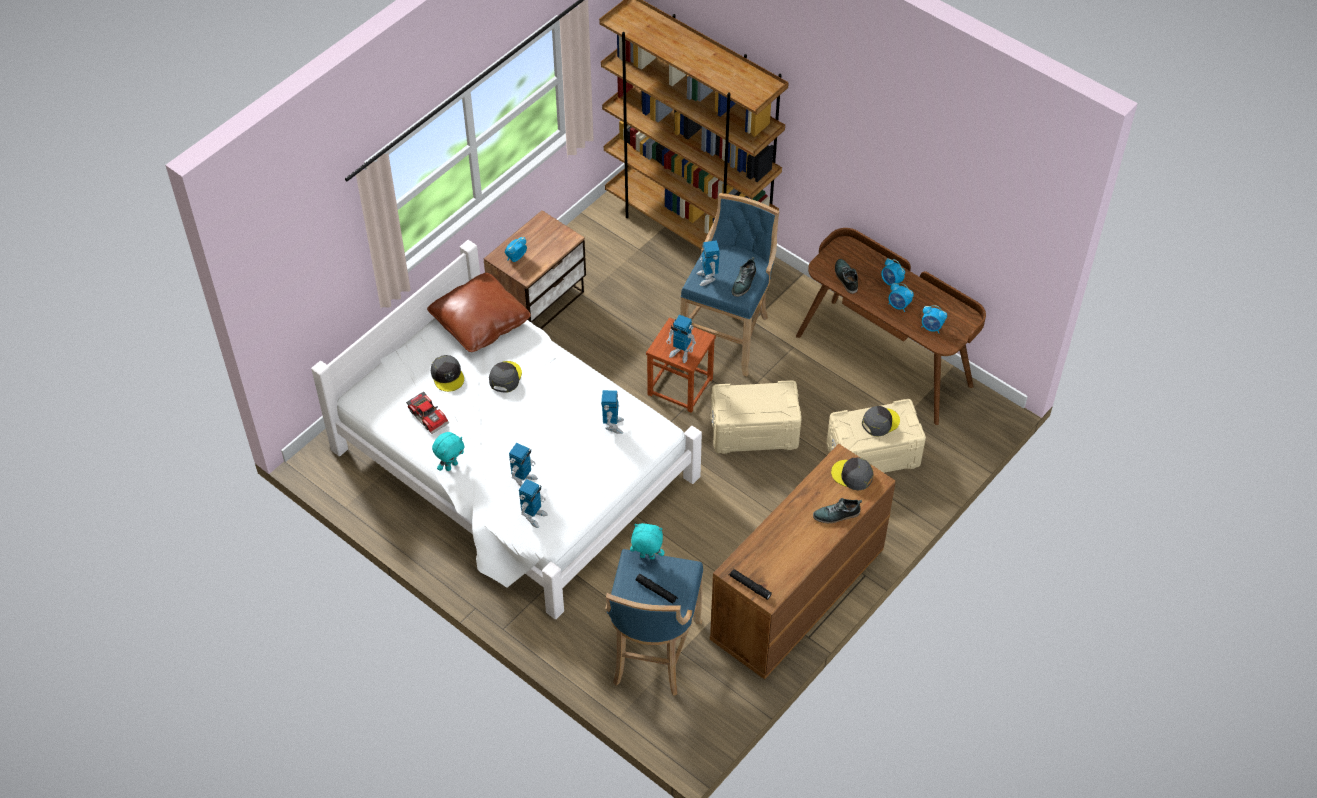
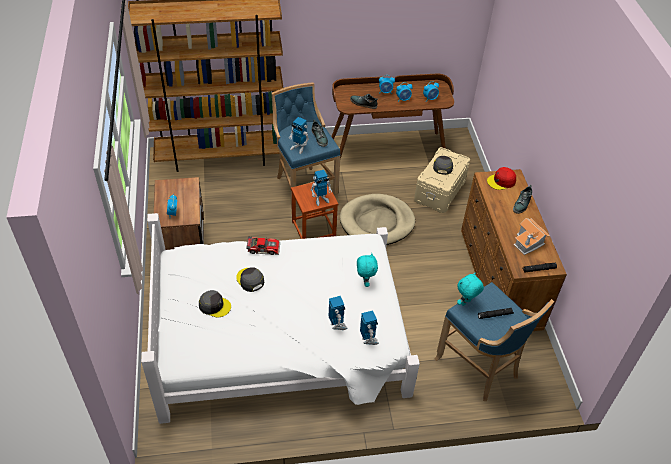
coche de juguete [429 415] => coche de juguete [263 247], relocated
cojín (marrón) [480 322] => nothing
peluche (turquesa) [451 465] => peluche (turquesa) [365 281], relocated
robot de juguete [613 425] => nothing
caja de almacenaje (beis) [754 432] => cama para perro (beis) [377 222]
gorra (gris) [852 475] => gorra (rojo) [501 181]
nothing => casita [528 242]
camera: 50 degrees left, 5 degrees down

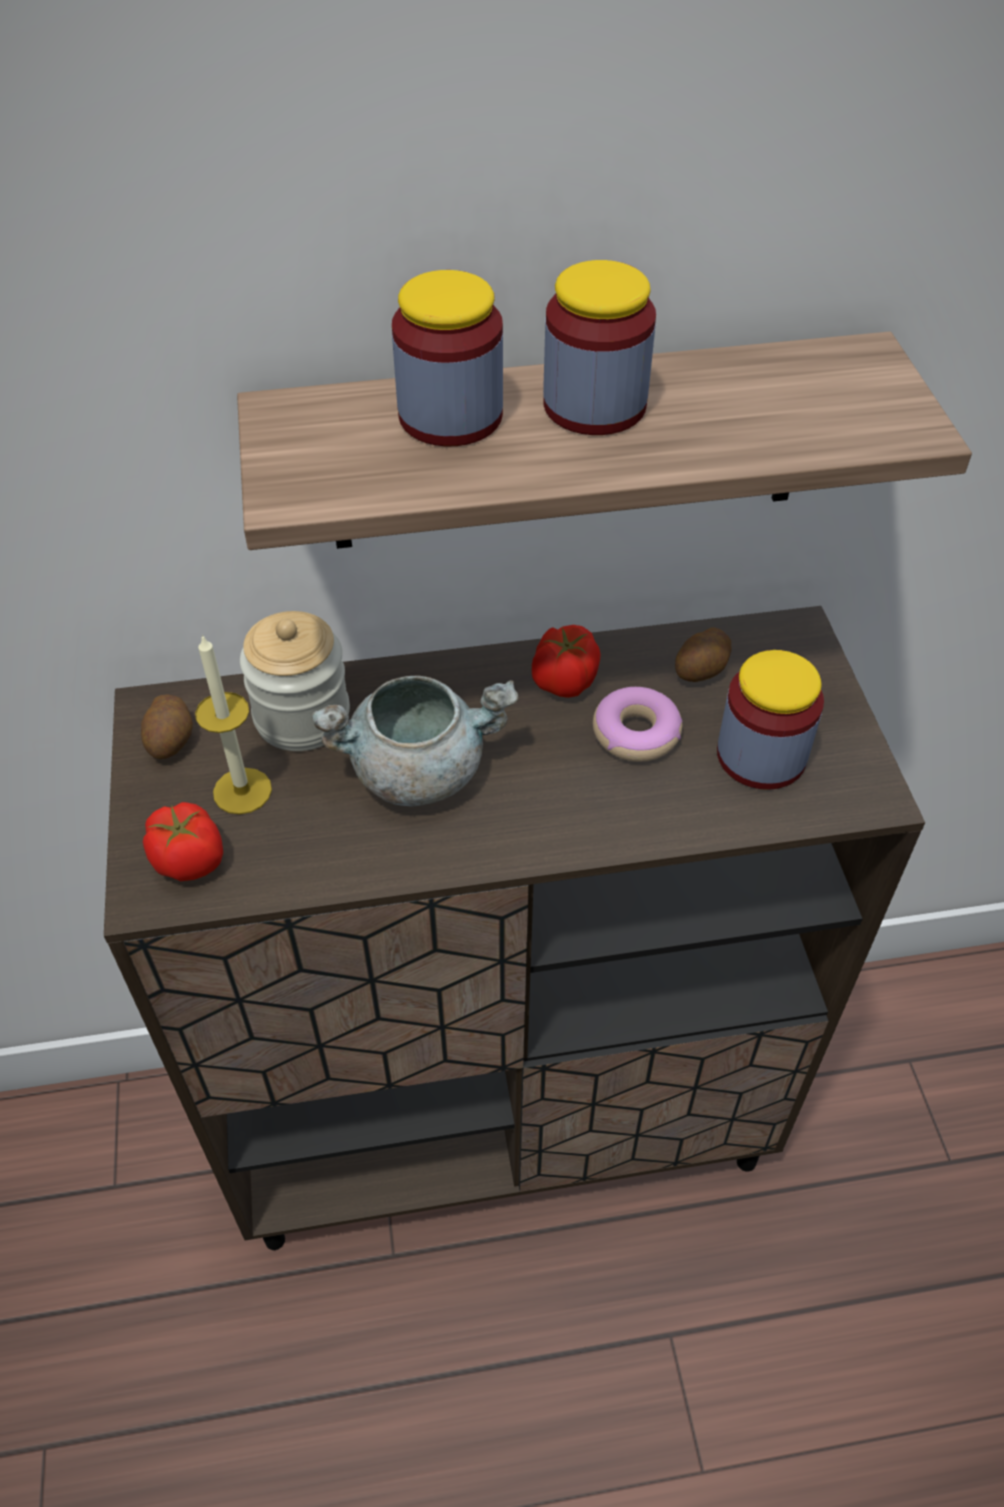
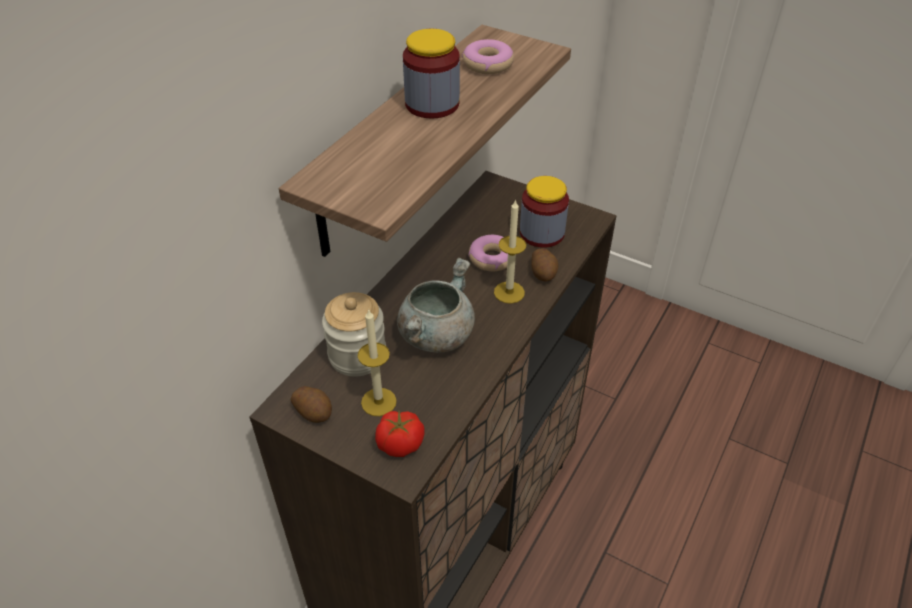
tarro [450 416] => nothing
tomate [563 681] => nothing
patata [702 670] => patata [544 273], relocated
nothing => rosquilla [488 64]
nothing => vela [509 292]
camera: 50 degrees left, 5 degrees down

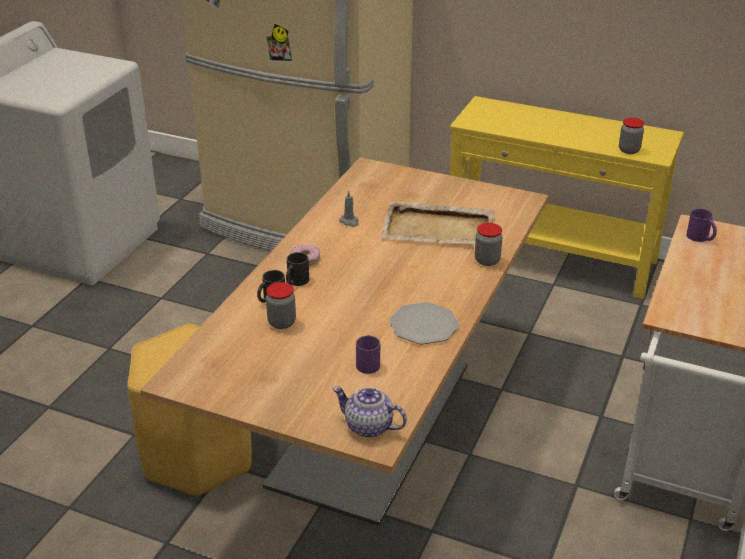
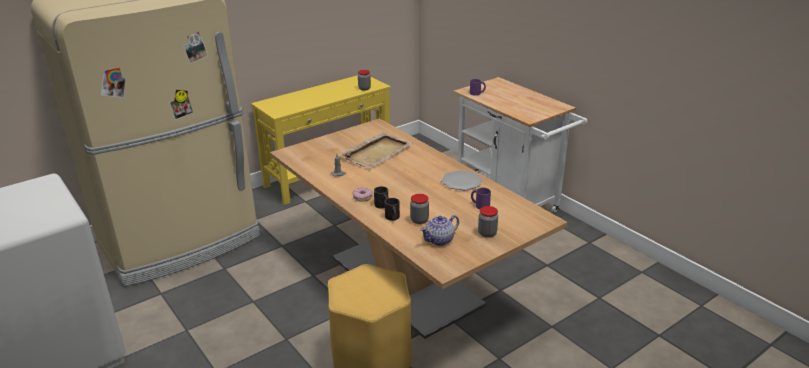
tetera [369 427] => tetera [440 240], relocated
tarro [487 260] => tarro [487 233], relocated
camera: 60 degrees left, 5 degrees down

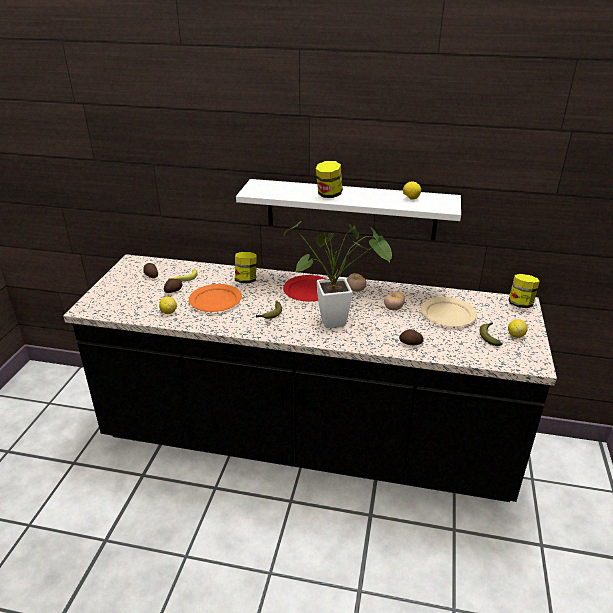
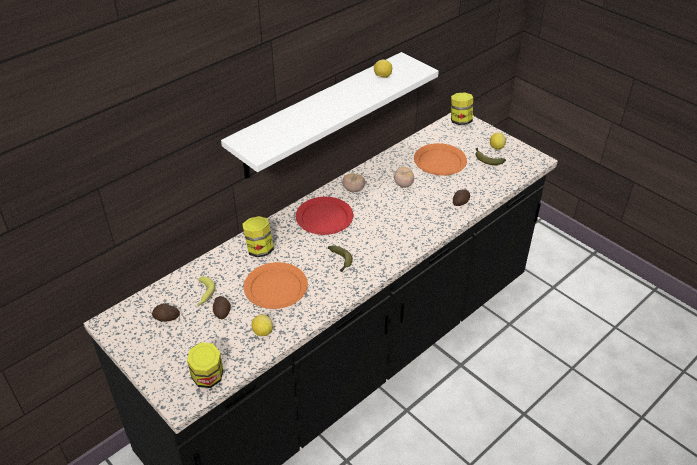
planta en maceta [339 321] => nothing
tarro [329 195] => tarro [208 378], relocated
plato (beis) [448 314] => plato (naranja) [440 162]
camera: 55 degrees left, 10 degrees up

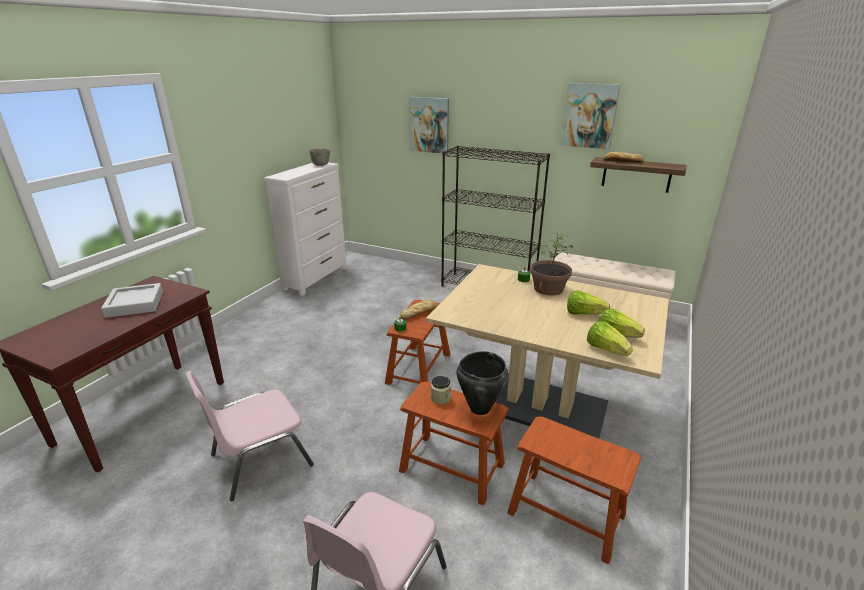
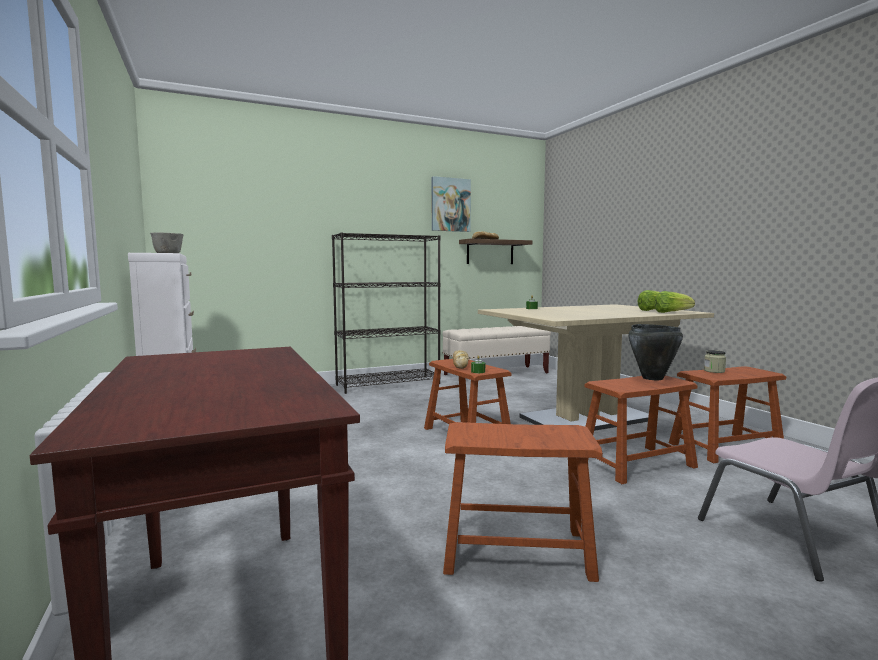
bandeja (gris) [135 304] => nothing
silla (rosa) [259 460] => taburete (marrón) [516 551]
cuadro [429 125] => nothing
tarro [440 398] => tarro [714 371], relocated
planta en maceta [548 289] => nothing
lechuga [583 314] => nothing
camera: 50 degrees left, 20 degrees down

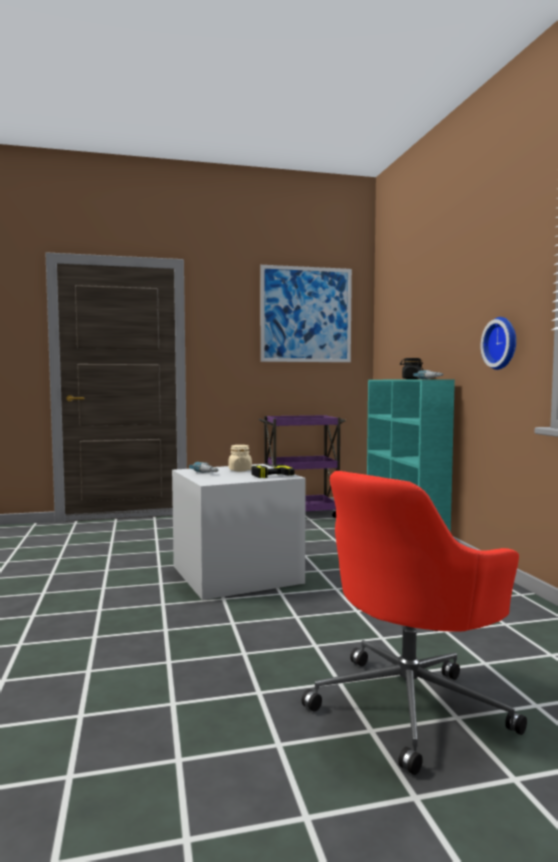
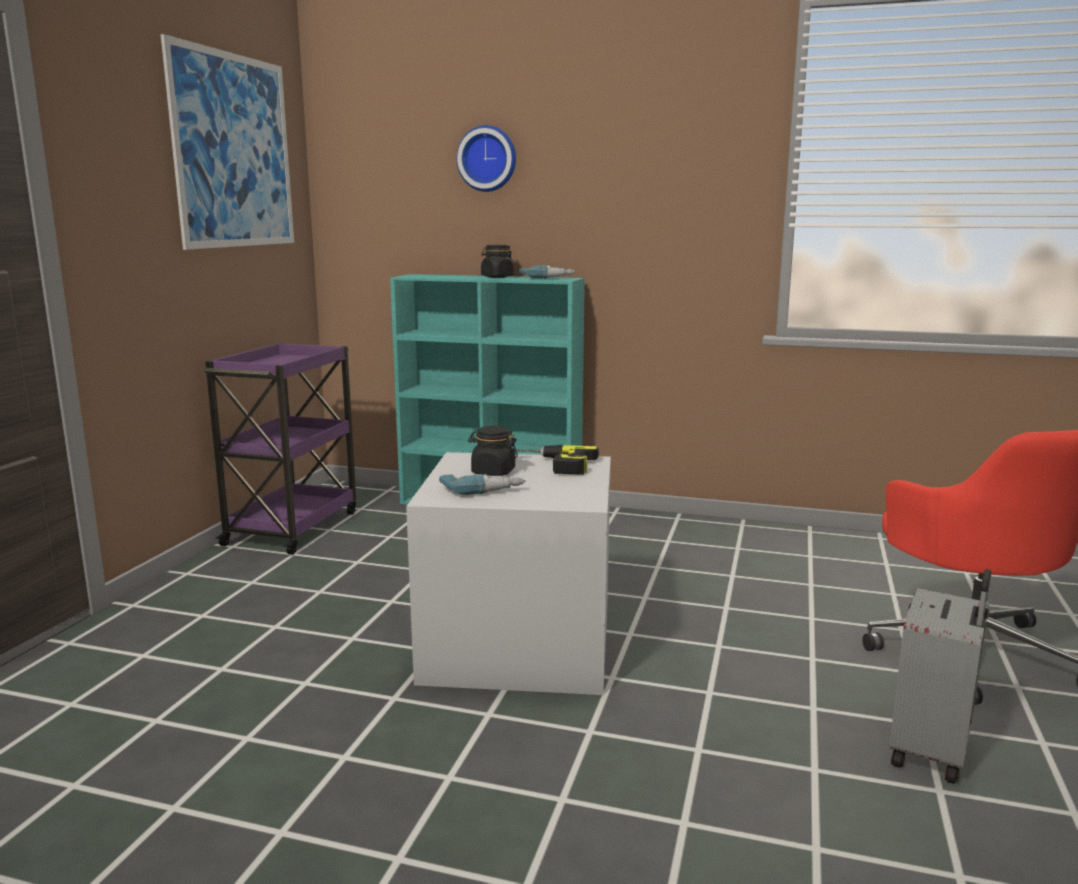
tarro (beis) [240 470] => tarro (negro) [493 472]
reloj de pared [502 343] => reloj de pared [488 159], relocated
nothing => maleta (gris) [932 753]
camera: 60 degrees left, 10 degrees up

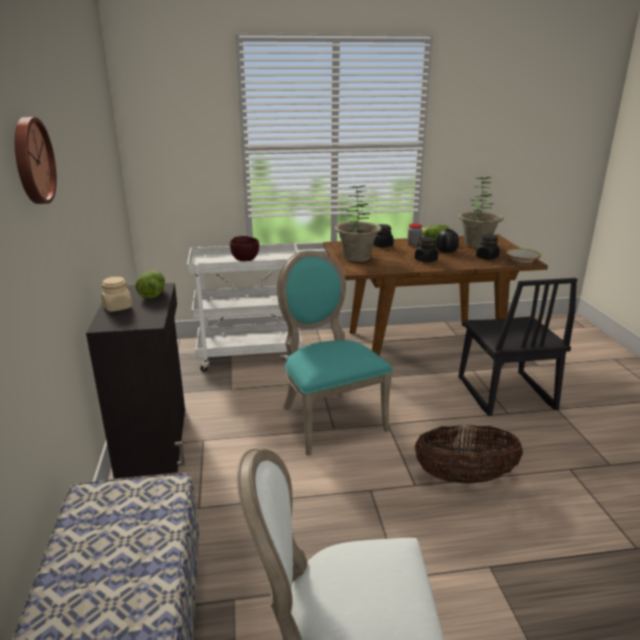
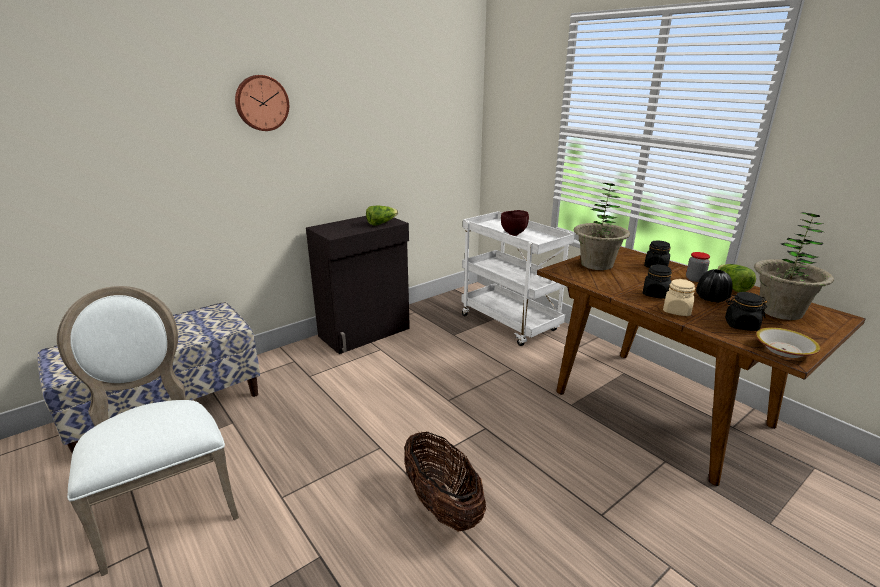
tarro (beis) [118 307] => tarro (beis) [677 311], relocated
silla (turquesa) [328 418] => nothing
silla (negro) [504 394] => nothing
camera: 60 degrees right, 0 degrees up

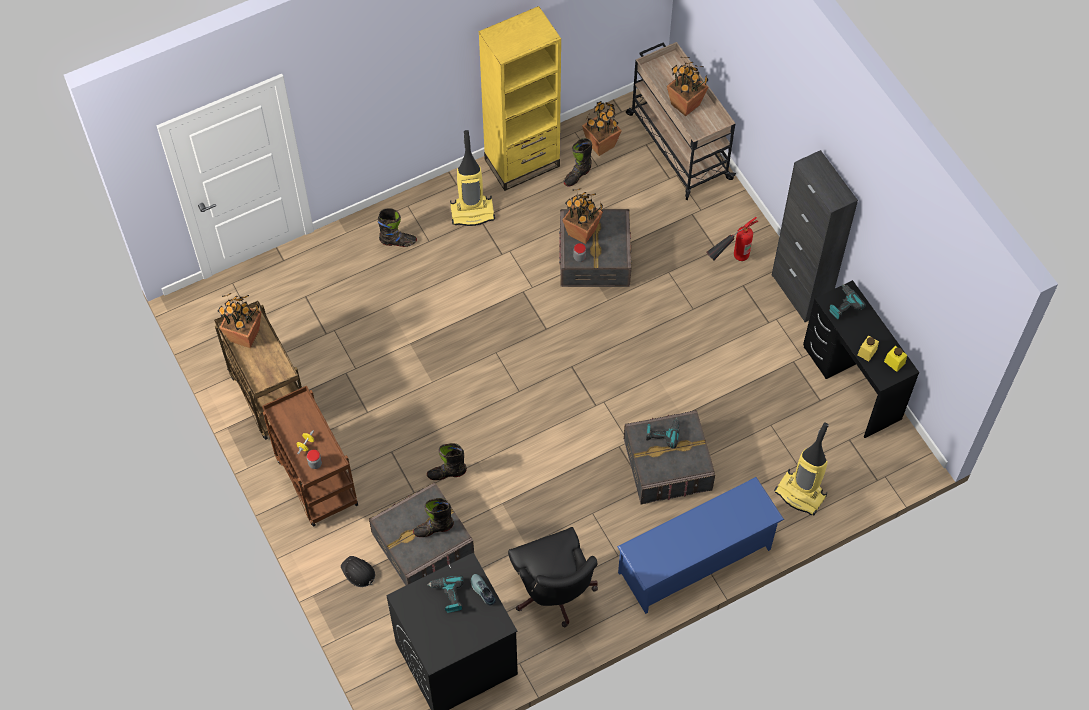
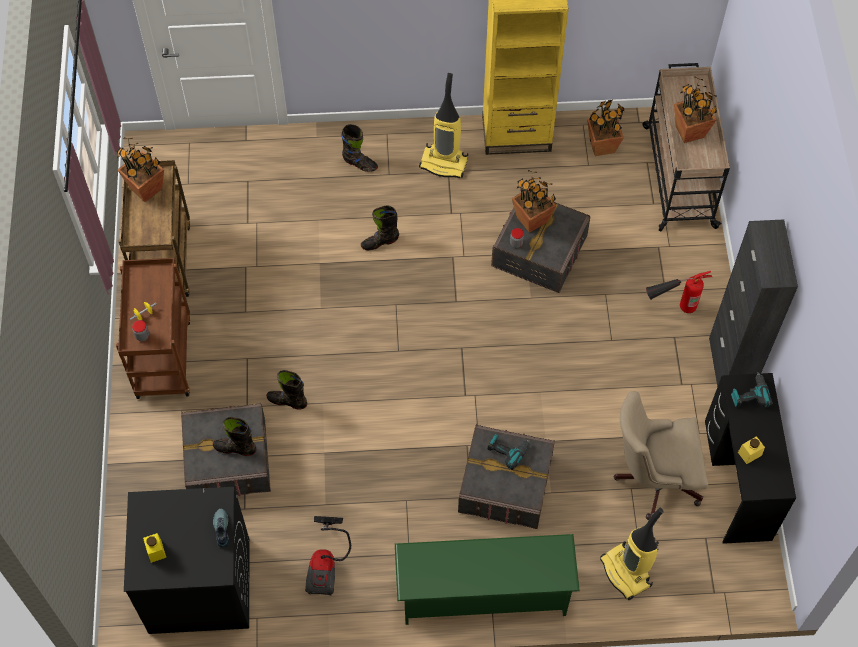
casco (negro) [358 572] => nothing
taladro [448 596] => nothing
silla de oficina (negro) [554 594] => aspiradora [327 564]
bota (negro) [577 175] => bota (negro) [380 242], relocated
zapatero (azul) [695 561] => zapatero (verde) [483 593]
tarro (amarillo) [894 362] => tarro (amarillo) [156 551], relocated
nothing => silla de oficina (beis) [653 478]
camera: 25 degrees right, 0 degrees up

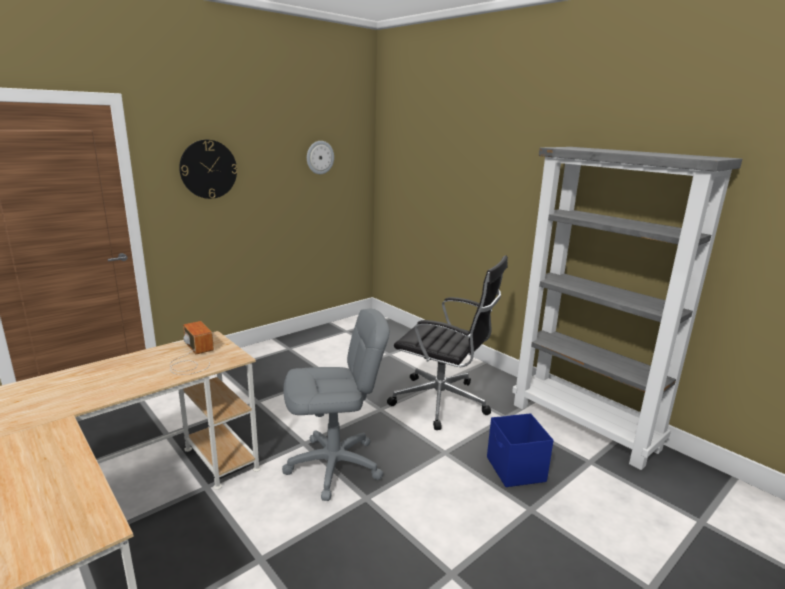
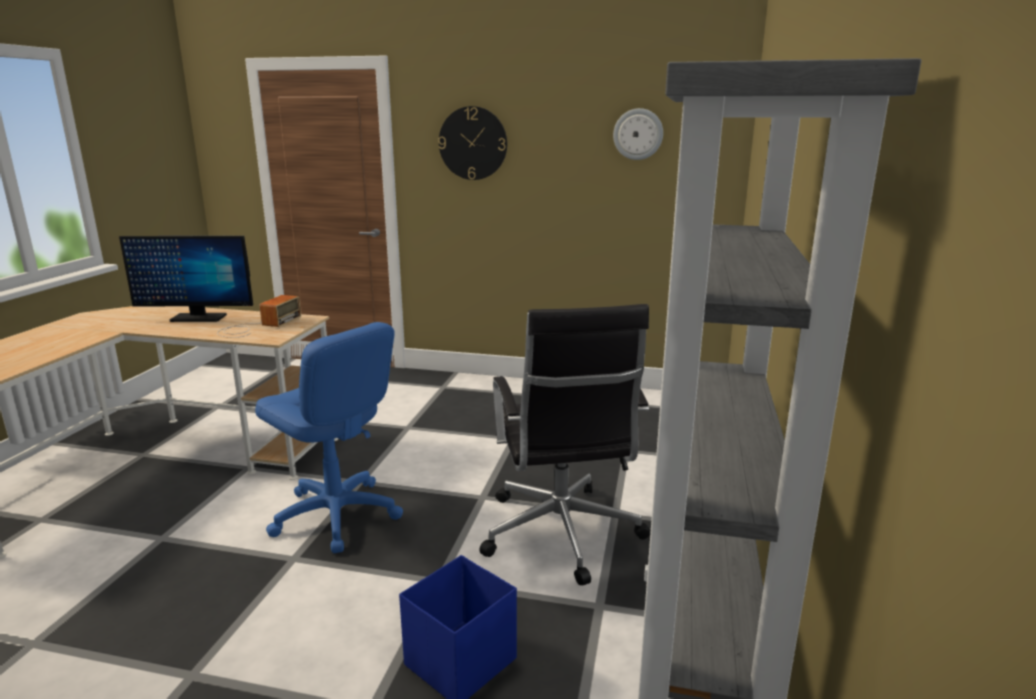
silla de oficina (gris) [334 466] => silla de oficina (azul) [336 515]
nothing => monitor [198 318]
camera: 55 degrees right, 0 degrees up

